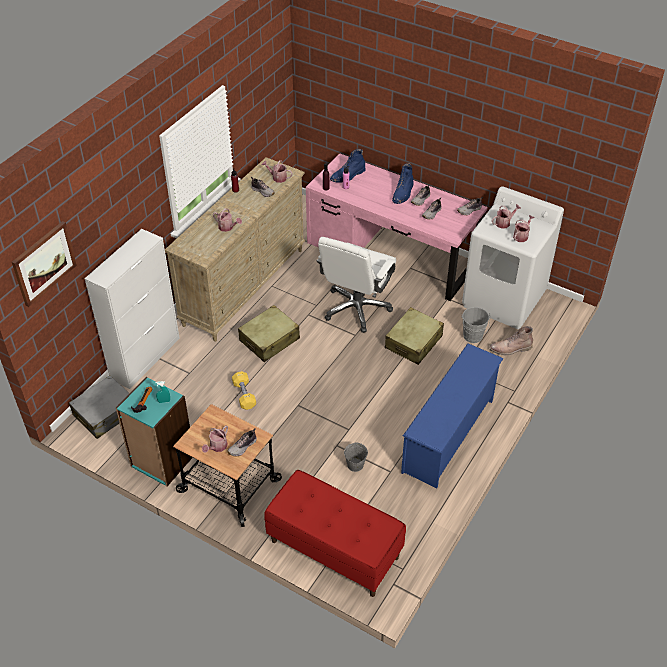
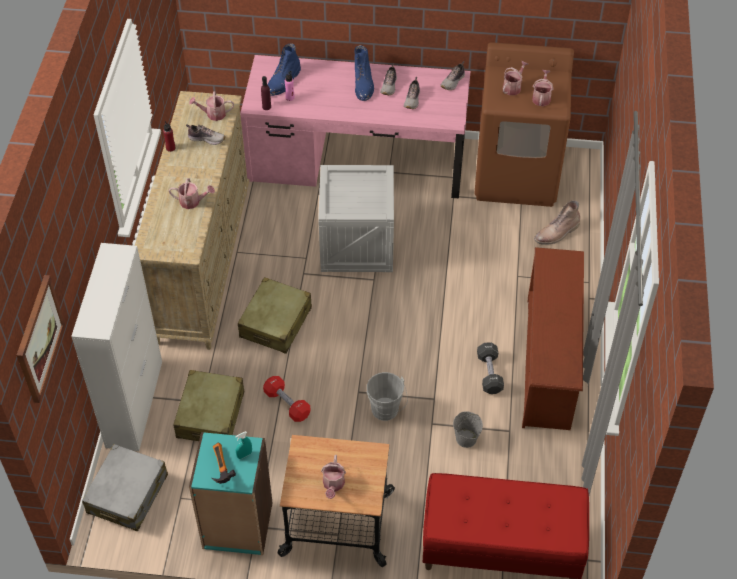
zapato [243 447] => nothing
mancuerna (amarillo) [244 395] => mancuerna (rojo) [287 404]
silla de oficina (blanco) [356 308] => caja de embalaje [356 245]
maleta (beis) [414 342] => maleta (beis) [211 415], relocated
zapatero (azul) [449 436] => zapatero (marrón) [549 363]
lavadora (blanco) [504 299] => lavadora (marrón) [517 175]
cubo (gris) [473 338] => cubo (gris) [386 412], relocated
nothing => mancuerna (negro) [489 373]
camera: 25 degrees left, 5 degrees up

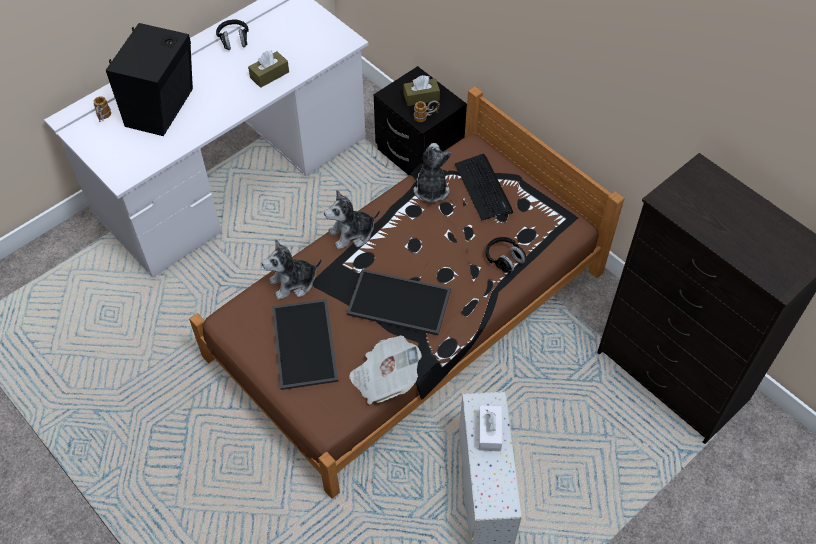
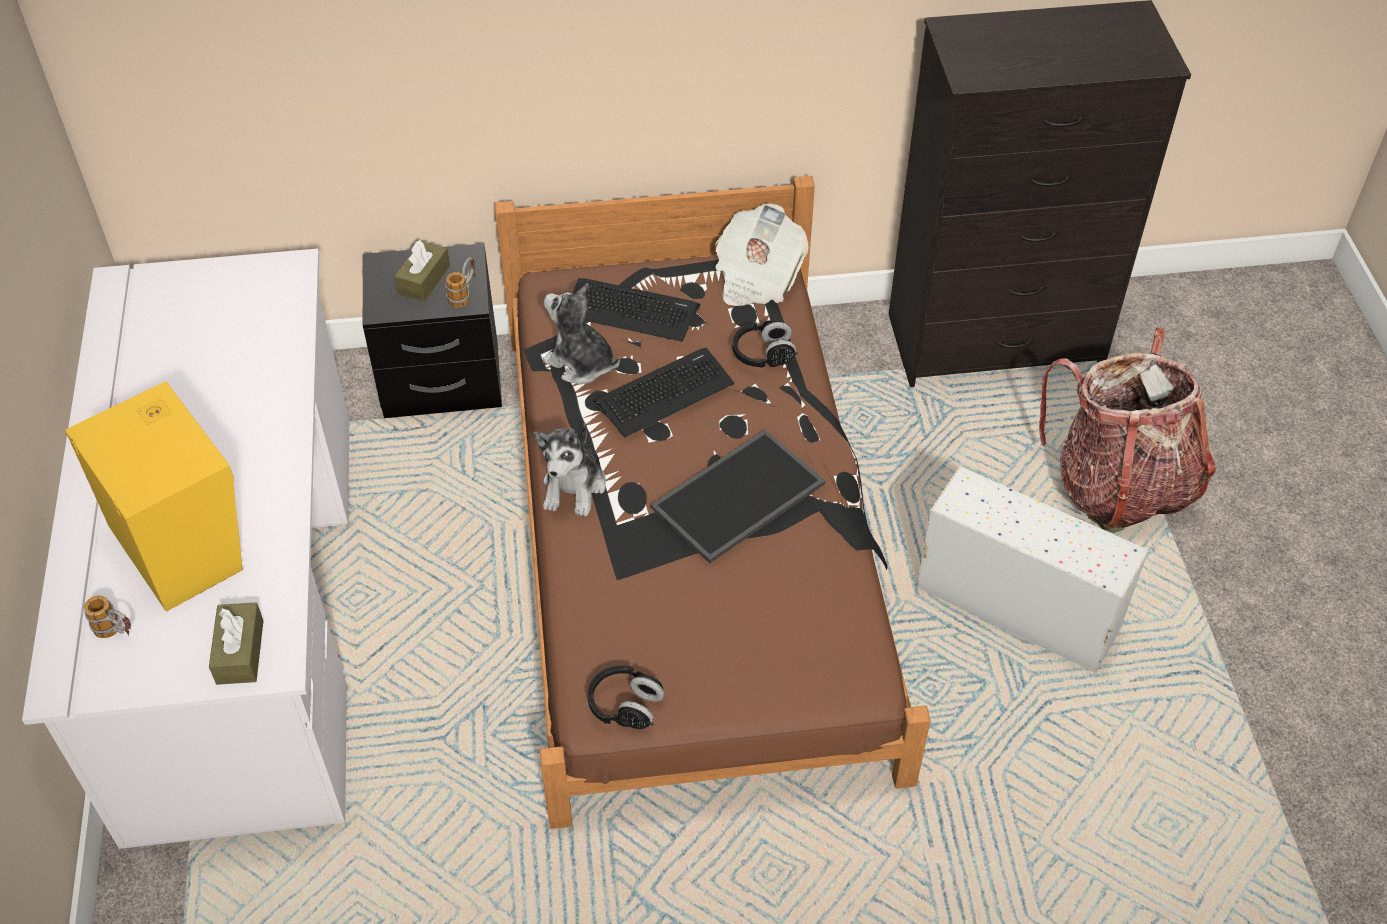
altavoz (negro) [163 107] => altavoz (amarillo) [181 542]
auriculares (negro) [234 41] => auriculares (negro) [625 706], relocated
caja de pañuelos (marrón) [269 75] => caja de pañuelos (marrón) [240 652], relocated
peluche [293 283] => nothing
bandeja [306 344] => nothing
periódico [385 379] => periódico [756 277], relocated
caja de pañuelos (blanco) [489 432] => nothing
nothing => teclado [664 393]
nothing => mochila [1118 486]
camera: 55 degrees left, 5 degrees down

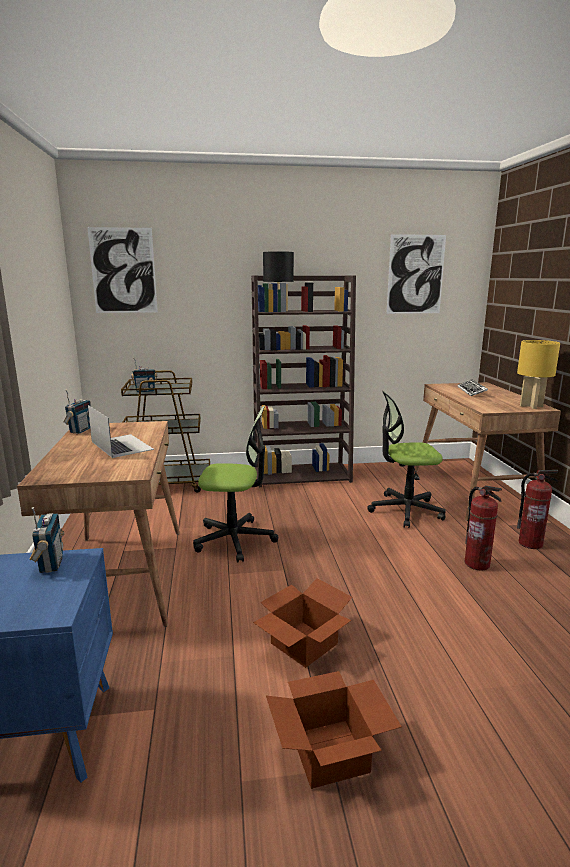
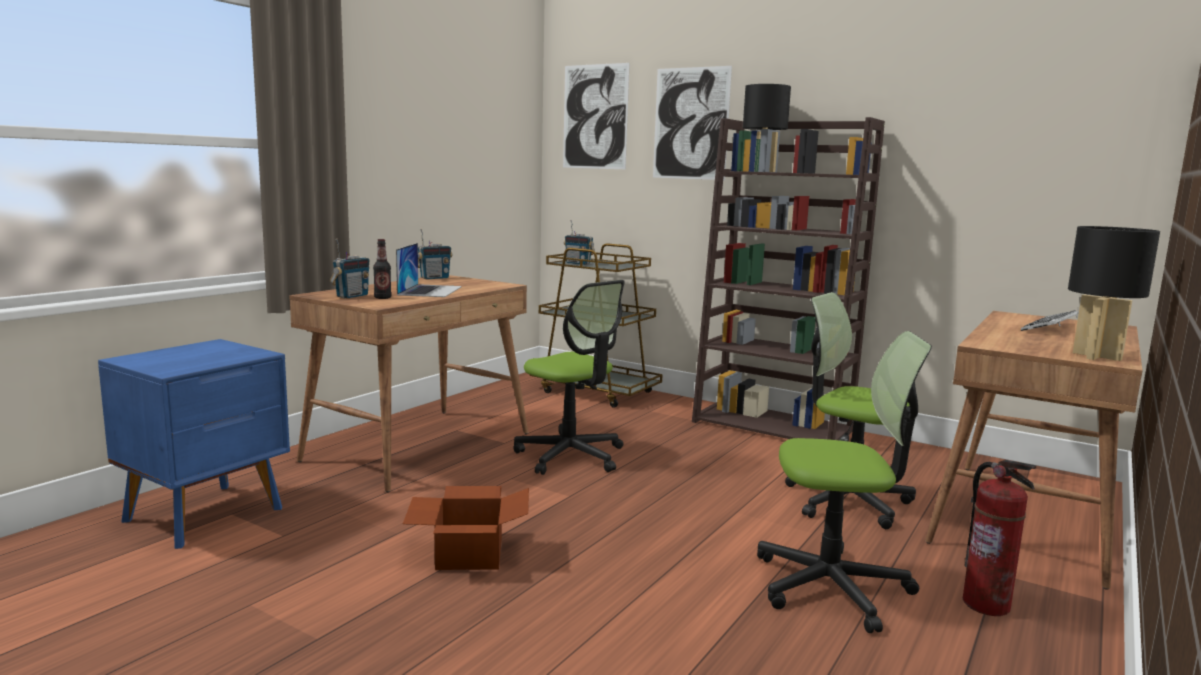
radio [50 564] => radio [352 296], relocated
caja de cartón [332 753] => nothing
cuadro [415 274] => cuadro [690 123], relocated
extintor [477 564] => silla de oficina [832 586]
lámpara de mesa (amarillo) [531 406] => lámpara de mesa (negro) [1096 356]
nothing => botella [382 298]
camera: 40 degrees right, 5 degrees down

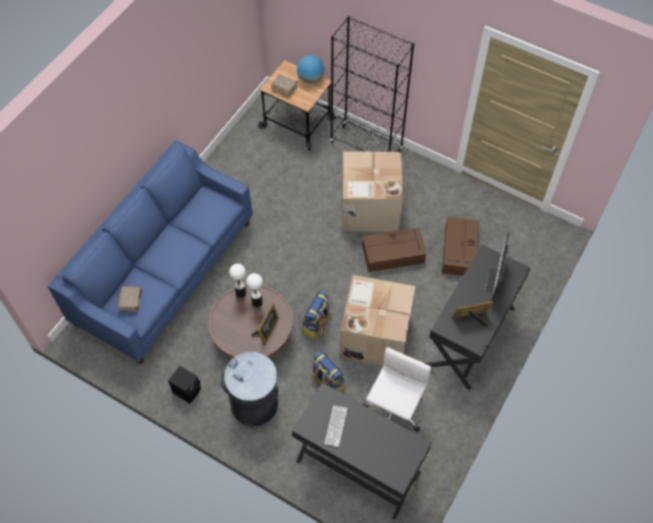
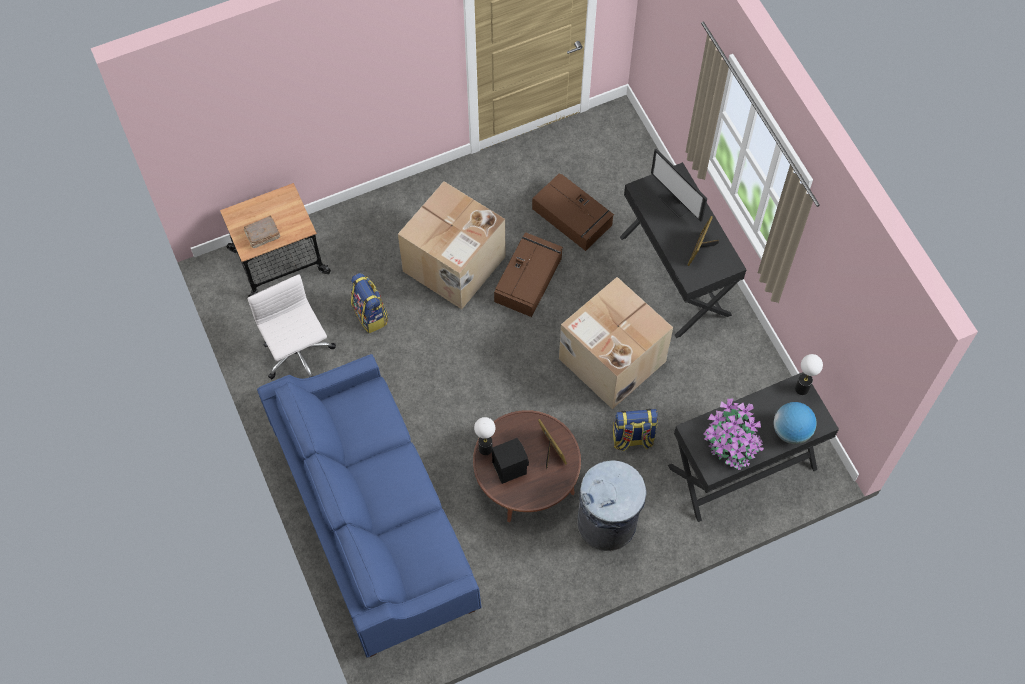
libro (marrón) [131 301] => nothing
altavoz (negro) [187 390] => altavoz (negro) [509 467], relocated
lámpara de mesa [257 302] => lámpara de mesa [802 388], relocated
globo terráqueo [310 78] => globo terráqueo [791 431], relocated
mochila [317 325] => mochila [370 315], relocated
teclado [336 426] => planta en maceta [731 443]
estantería (negro) [366 147] => nothing
silla de oficina (blanco) [393 411] => silla de oficina (blanco) [298 355], relocated
camera: 55 degrees left, 5 degrees up

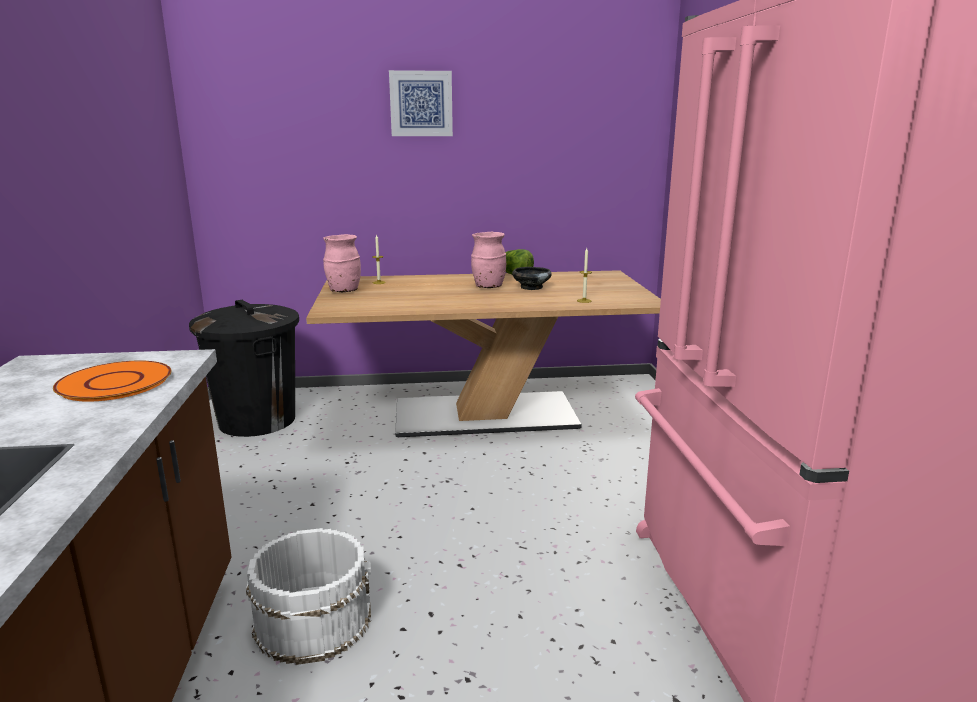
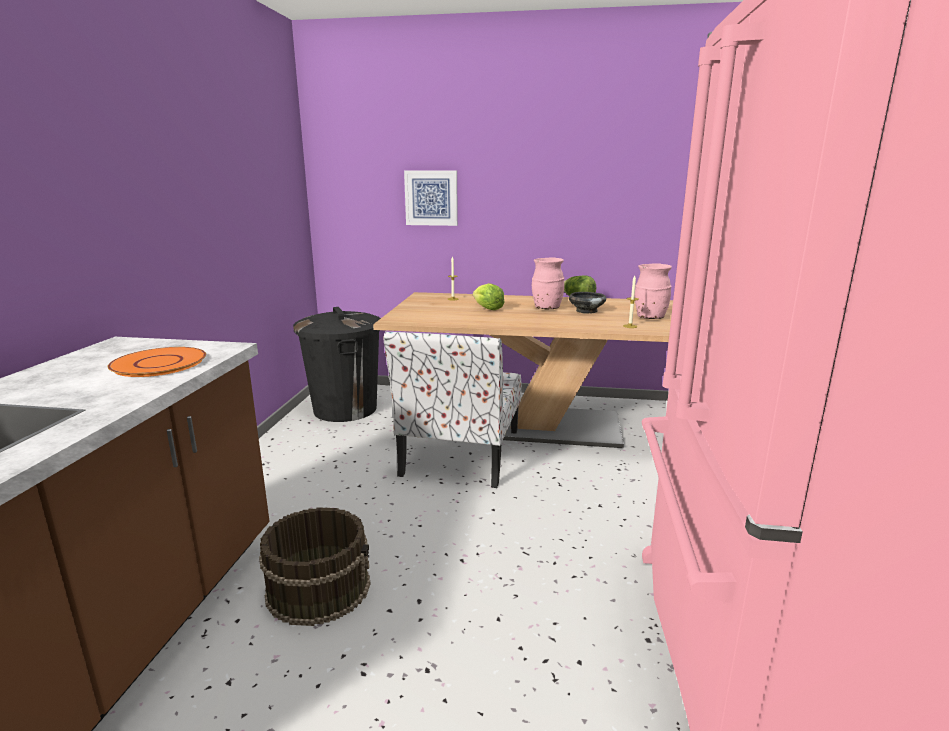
cubo (blanco) [313 620] => cubo (marrón) [319 588]
florero (rosa) [343 291] => florero (rosa) [649 317], relocated
cuadro [421 104] => cuadro [431 198], relocated
nothing => silla [460 456]
nothing => lechuga [487 308]
camera: 15 degrees right, 0 degrees up

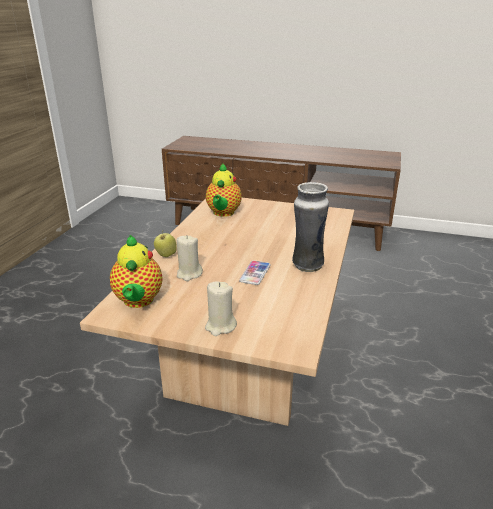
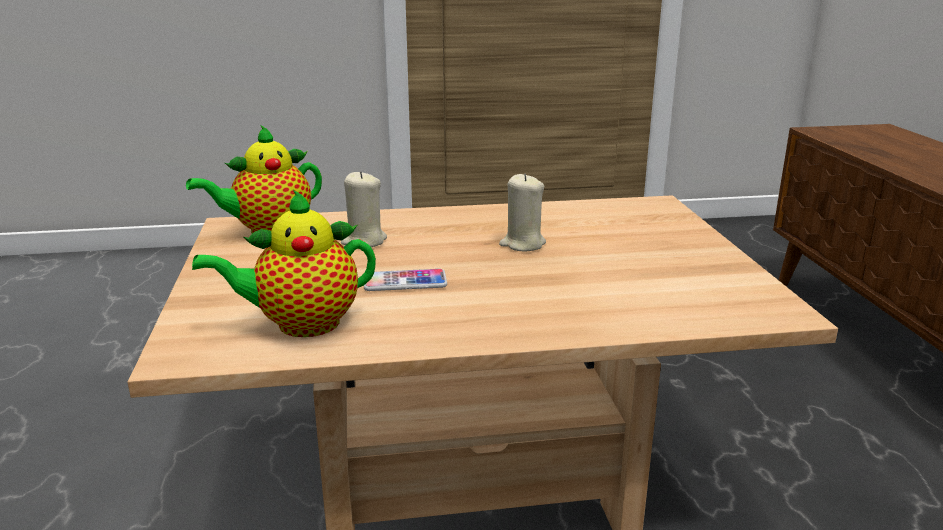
manzana [166 255] => nothing
vela (beis) [220 326] => vela (beis) [522 244], relocated
tetera [223 213] => tetera [301 324], relocated
florero [307 266] => nothing
camera: 65 degrees right, 5 degrees down

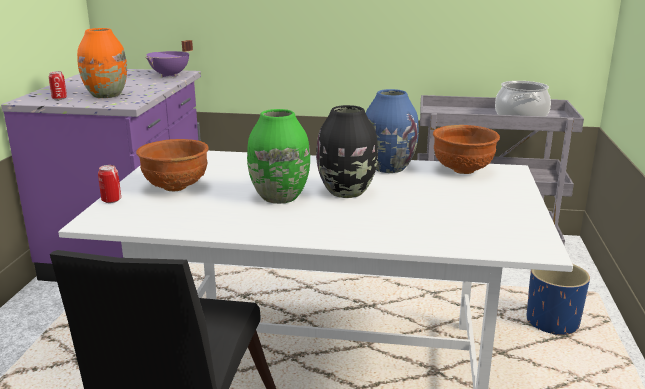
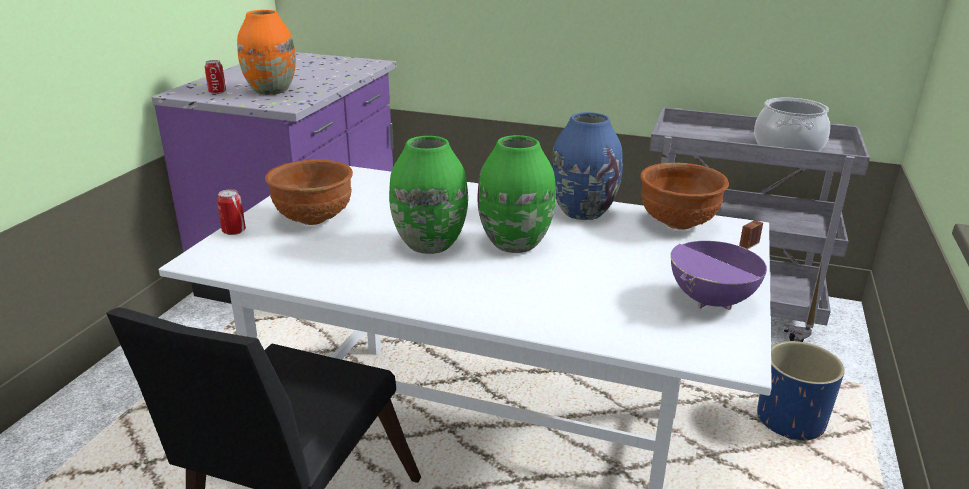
olla (morado) [170 75] => olla (morado) [713 301], relocated
florero (negro) [347 192] => florero (verde) [516 243]
camera: 10 degrees right, 5 degrees up

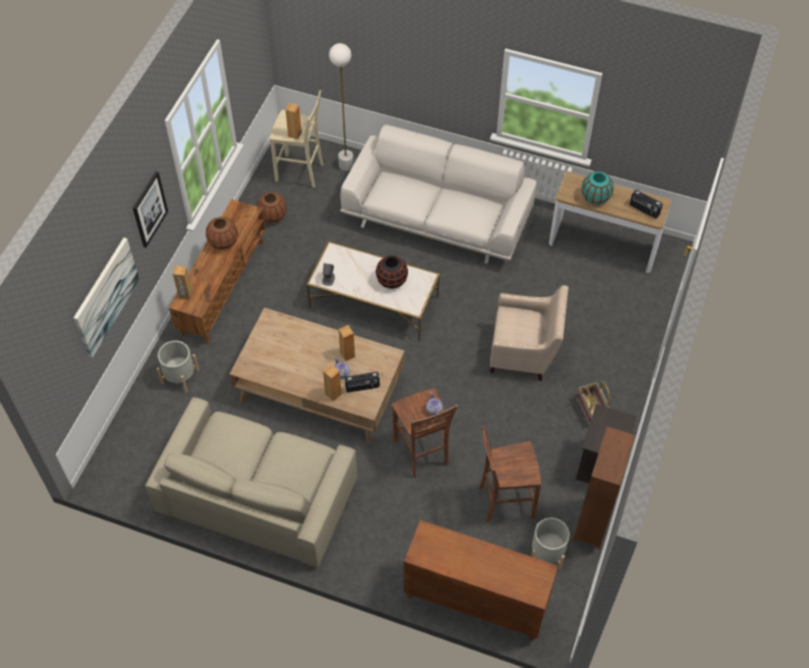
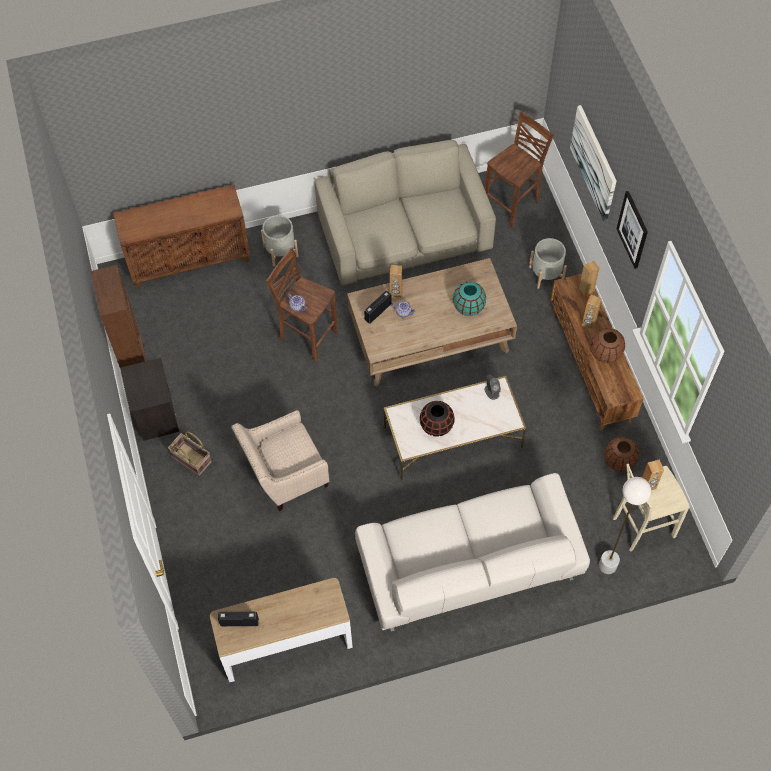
altavoz (marrón) [347 354] => altavoz (marrón) [588 323], relocated
taburete (marrón) [504 501] => taburete (marrón) [513 204], relocated
maceta (gris) [547 553] => maceta (gris) [280 251], relocated
florero (turquesa) [595 197] => florero (turquesa) [468 307], relocated
camera: 145 degrees right, 5 degrees up

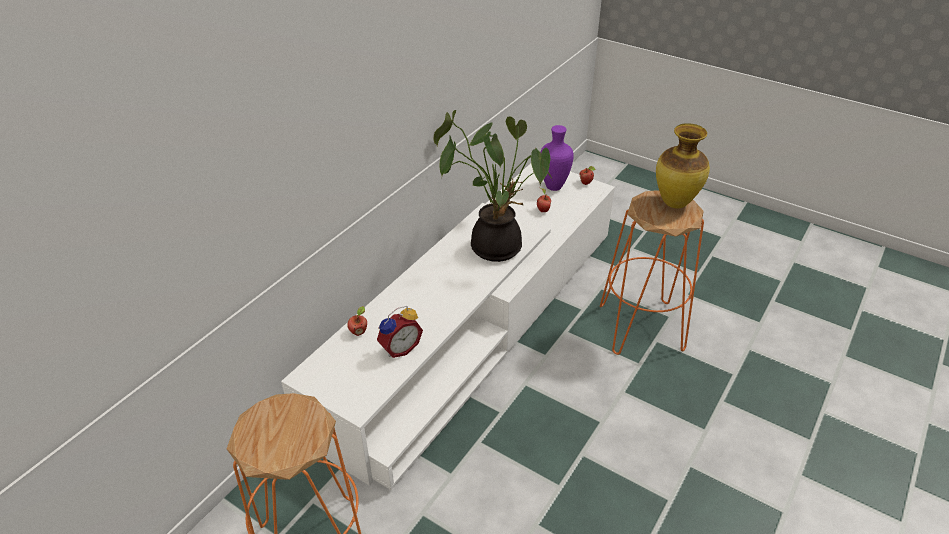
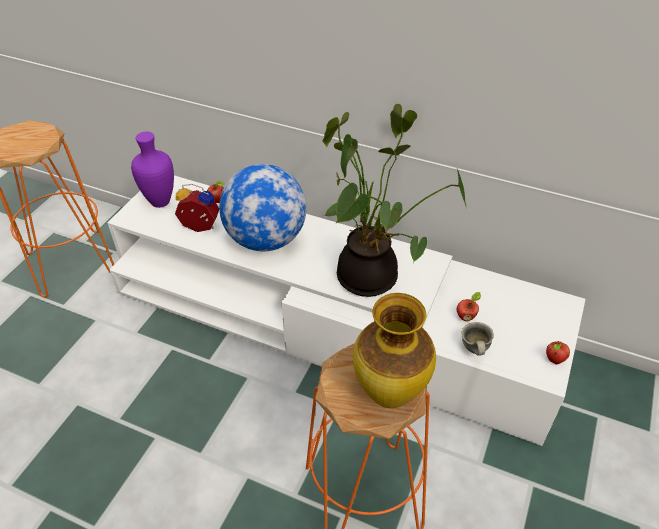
despertador [399 348] => despertador [199 228], 150 degrees clockwise
florero (morado) [552 187] => florero (morado) [160 201], relocated
nothing => globo terráqueo [266 240]
nothing => taza grande (gris) [473 350]
camera: 80 degrees right, 5 degrees up

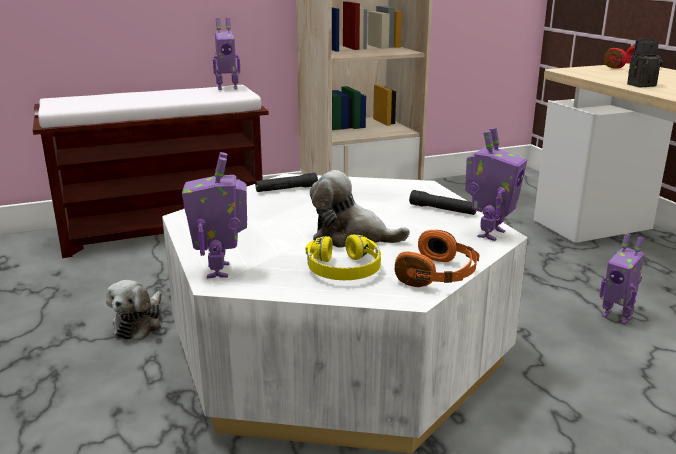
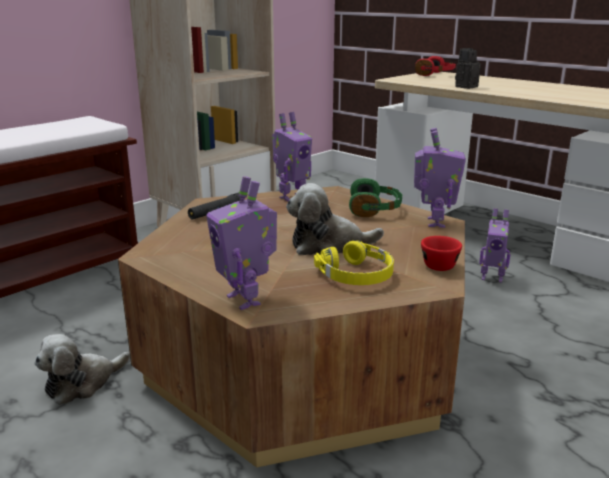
peluche [139 324] => peluche [82 383], 60 degrees clockwise
mesa de centro (blanco) [337 351] => mesa de centro (marrón) [304 359]
robot de juguete [227 88] => robot de juguete [291 197], relocated
auriculares (naranja) [439 275] => taza (rojo) [438 264]
linterna (negro) [442 210] => auriculares (verde) [375 209]
camera: 25 degrees left, 0 degrees up

